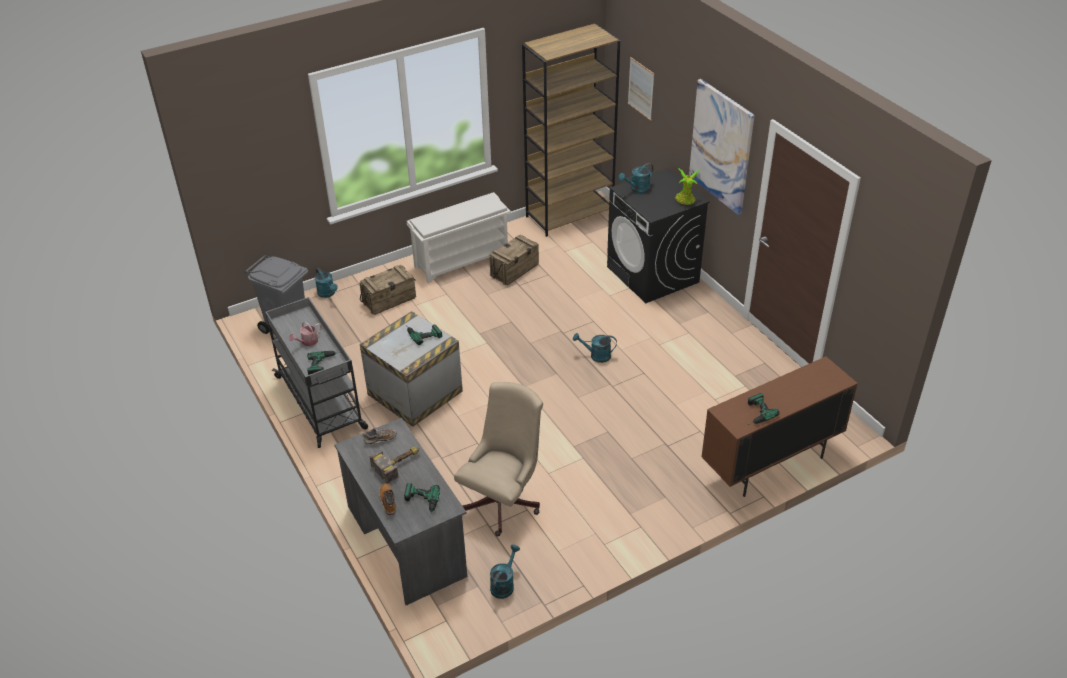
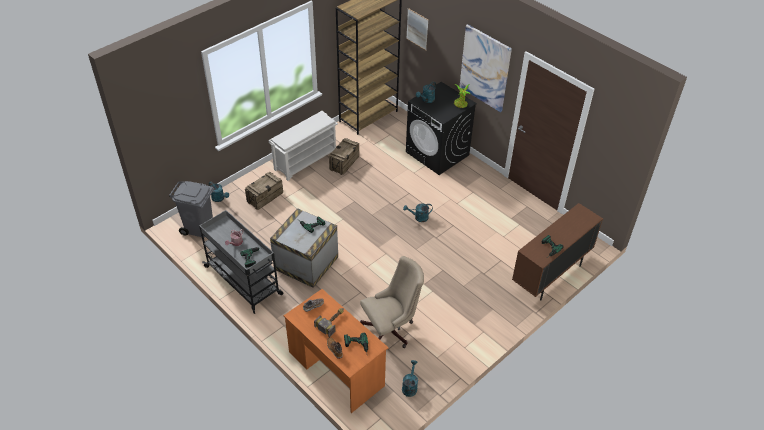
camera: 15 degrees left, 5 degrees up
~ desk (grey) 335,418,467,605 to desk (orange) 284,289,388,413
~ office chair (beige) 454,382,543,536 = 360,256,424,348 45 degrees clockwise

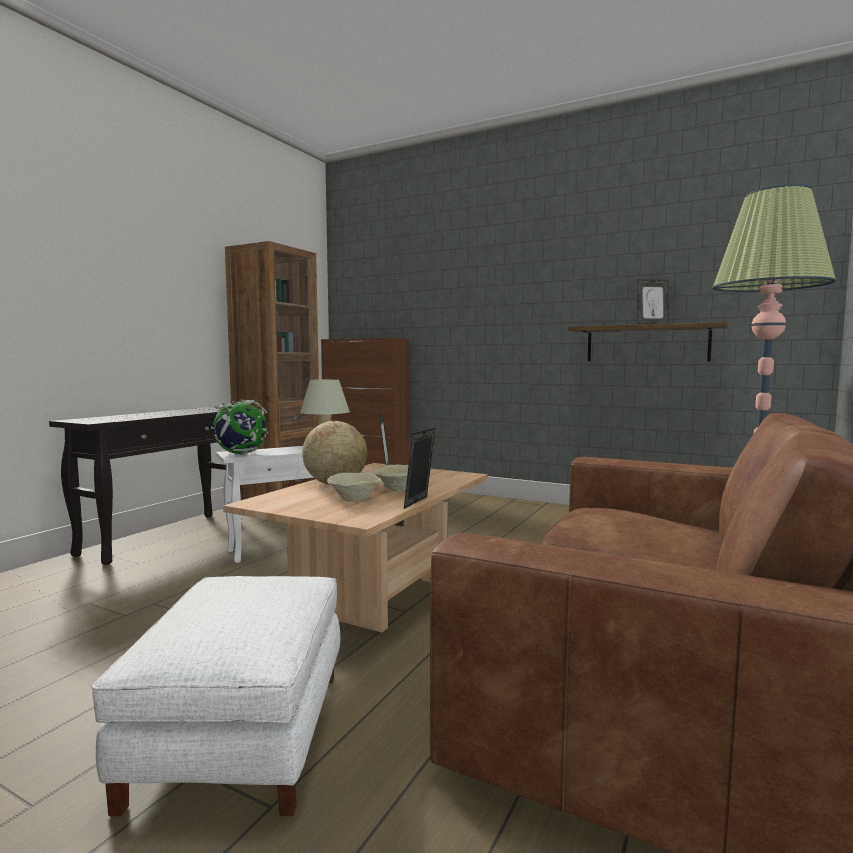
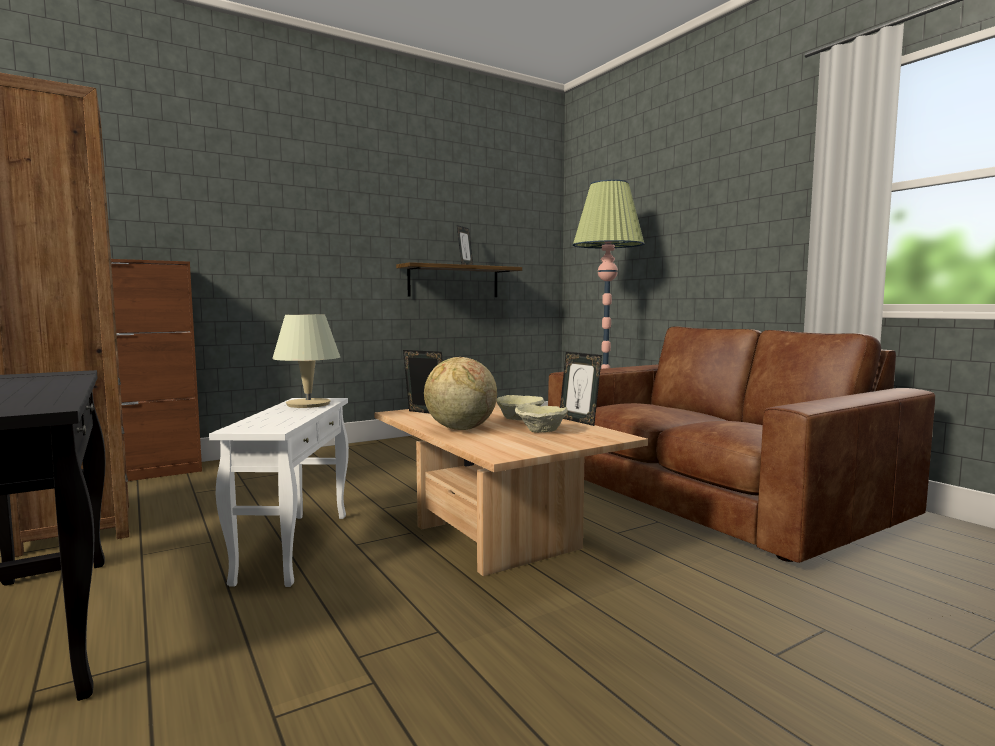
camera: 60 degrees left, 0 degrees up
- ottoman (white) 91,576,340,816
- globe 211,399,268,455

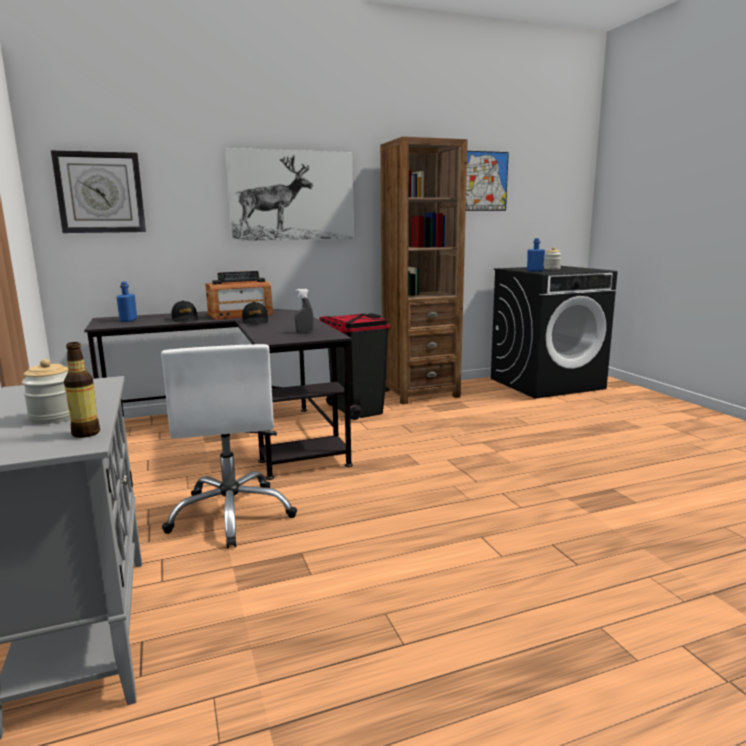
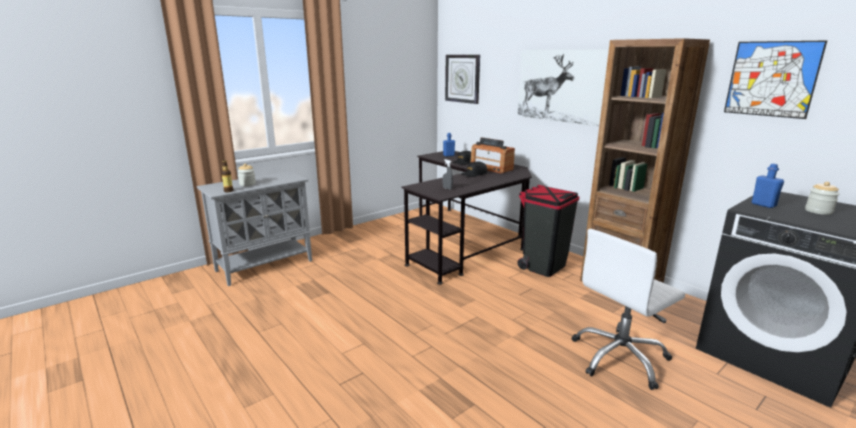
camera: 70 degrees right, 5 degrees up
~ office chair (white) 161,344,297,548 to 572,229,685,390

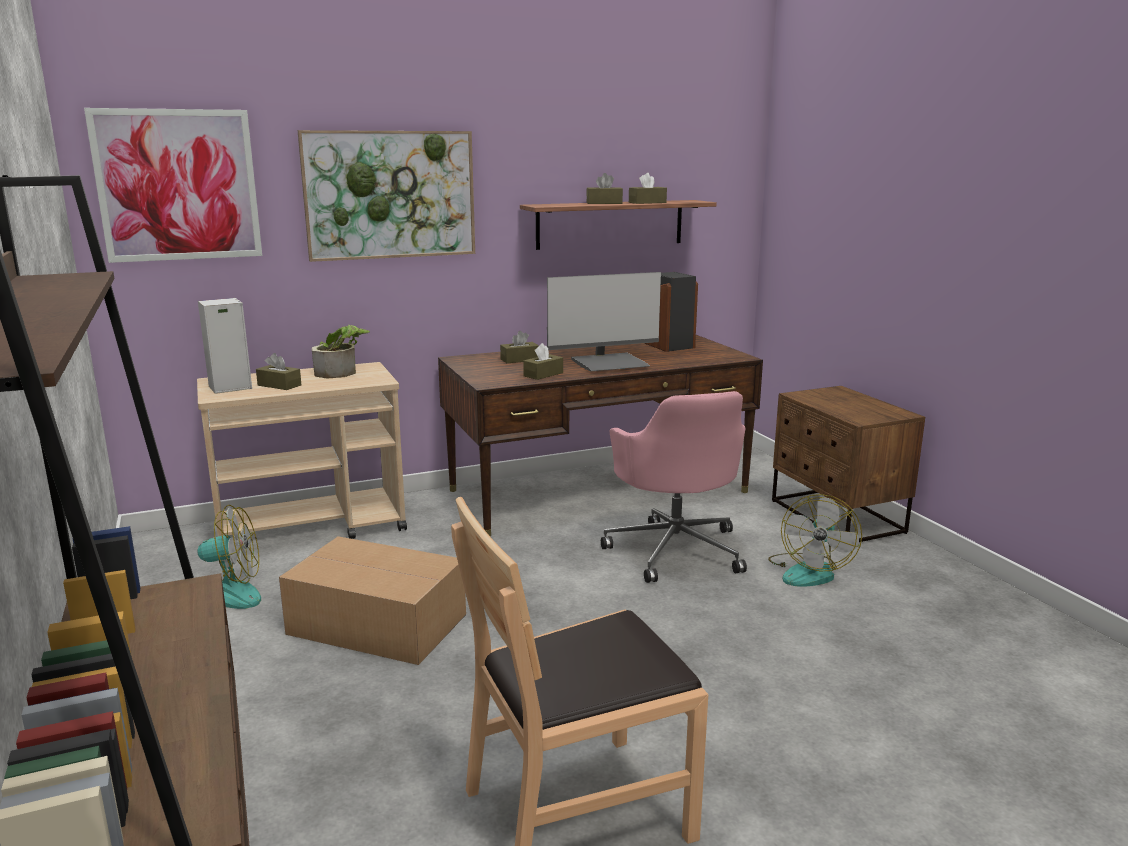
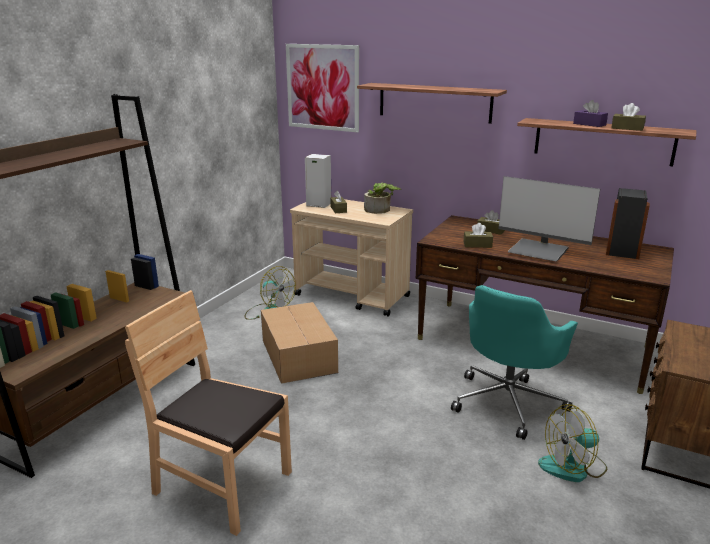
camera: 50 degrees right, 5 degrees up
~ picture 298,130,475,262 to shelf 357,83,507,124
~ tissue box (brown) 586,173,623,204 to tissue box (purple) 573,100,608,127
~ office chair (pink) 601,391,747,583 to office chair (turquoise) 451,285,578,440

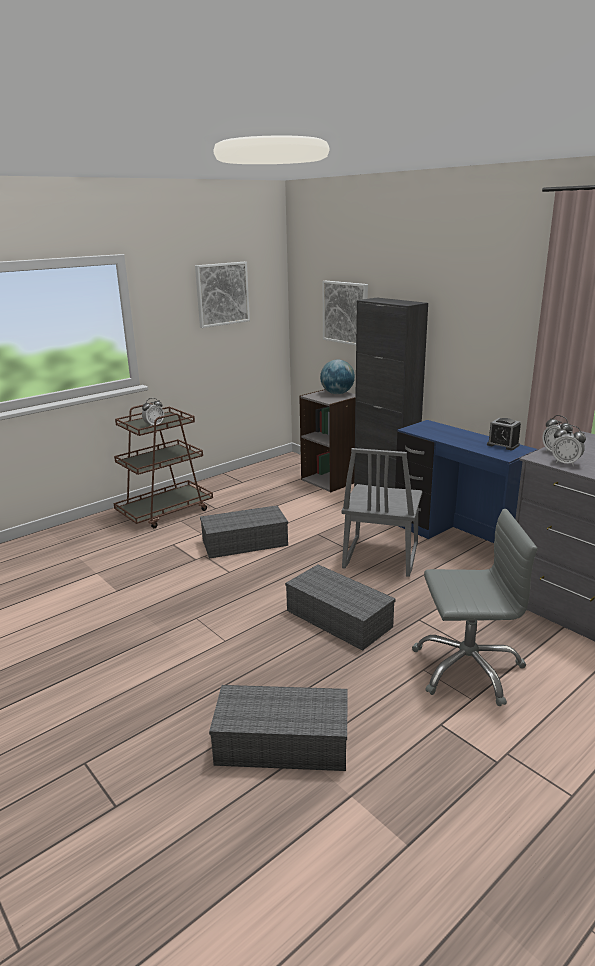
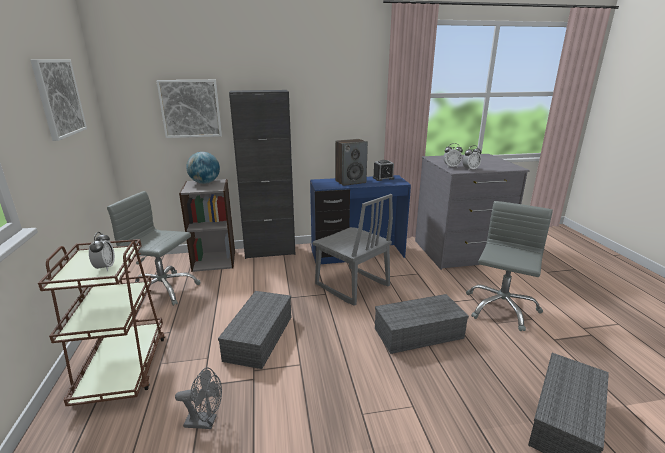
camera: 60 degrees left, 0 degrees up
+ office chair (grey) 107,191,201,306
+ fan (grey) 175,367,222,429
+ speaker 335,139,368,186

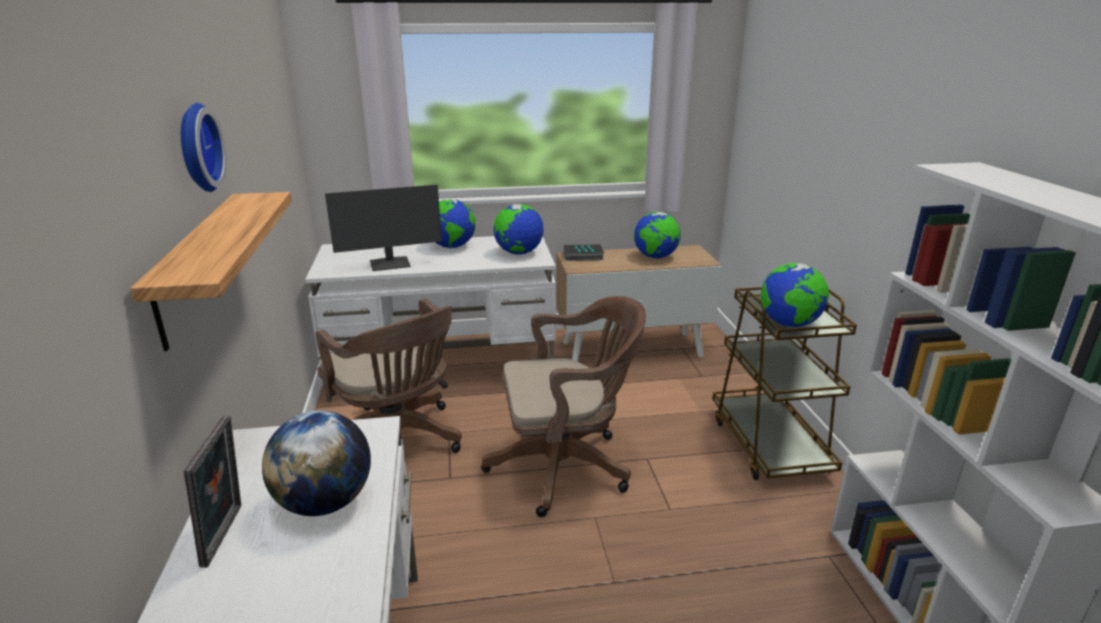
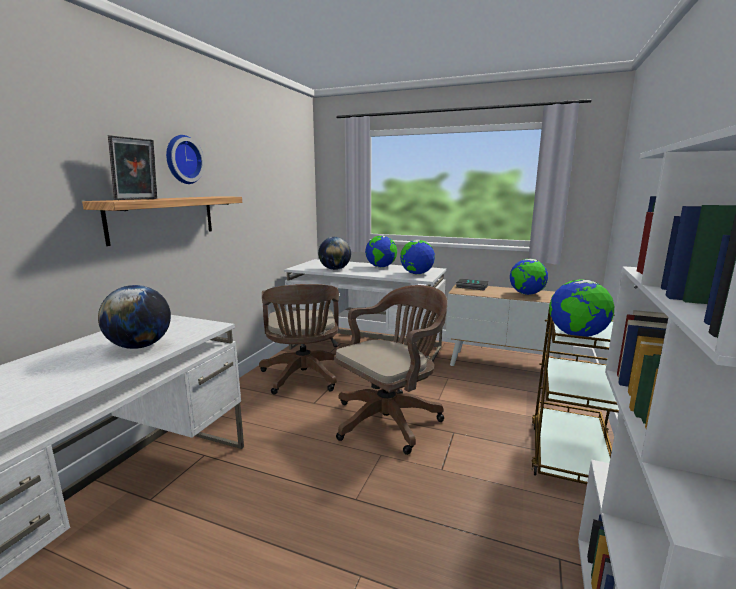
camera: 30 degrees right, 10 degrees down
~ picture frame 184,416,241,568 to 108,135,157,200
~ monitor 325,185,442,271 to globe 318,237,351,270
~ office chair (brown) 481,296,646,517 = 334,285,447,455 60 degrees counterclockwise

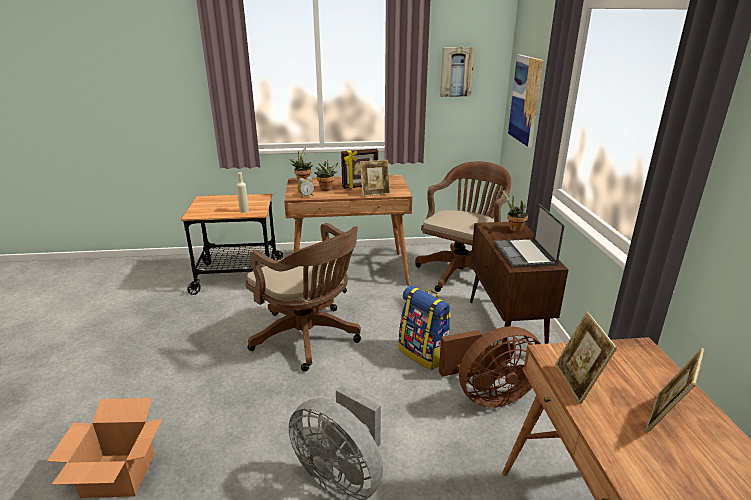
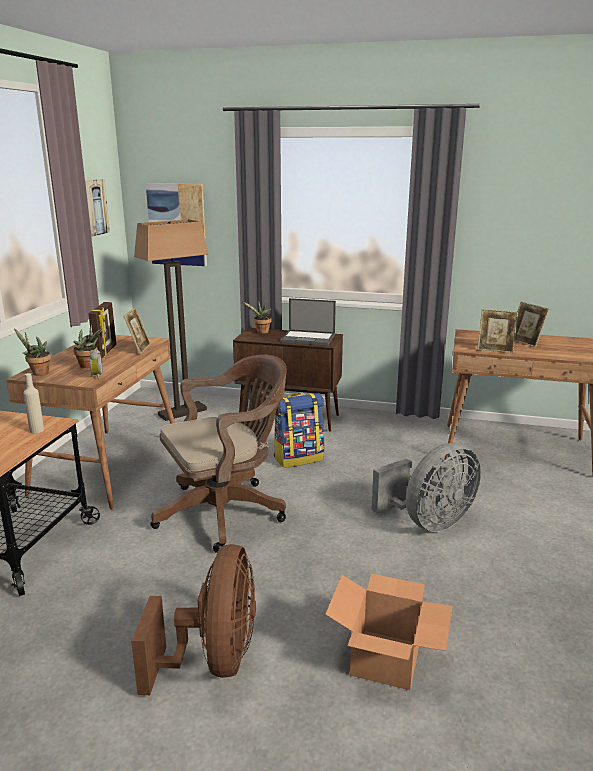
camera: 70 degrees left, 5 degrees down
~ office chair (brown) 415,161,512,292 to floor lamp 134,219,208,421
~ fan (brown) 439,326,541,408 to 131,544,256,695

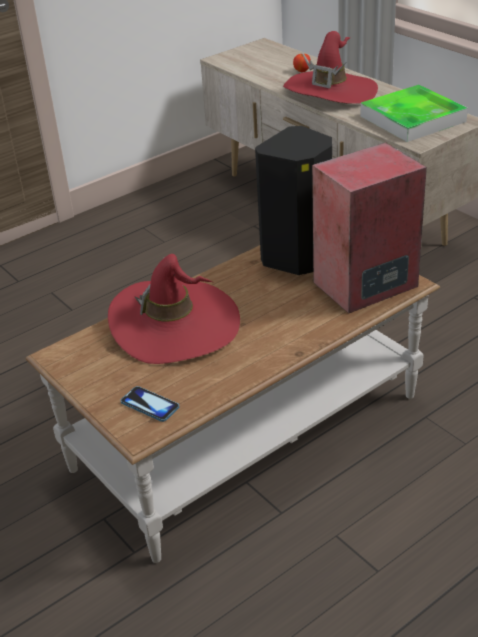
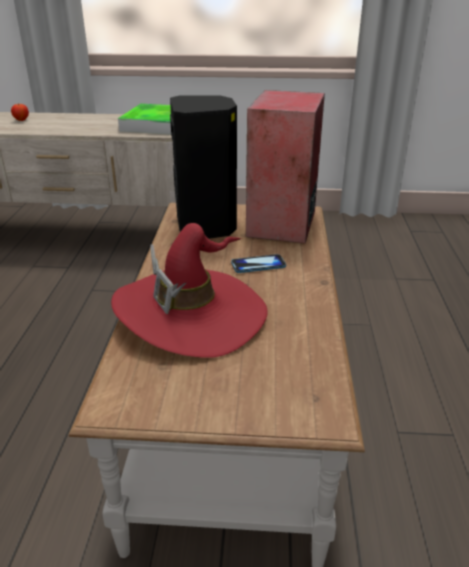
camera: 50 degrees left, 5 degrees down
~ phone 120,386,179,422 to 231,254,286,273
- hat (red) 283,31,378,104

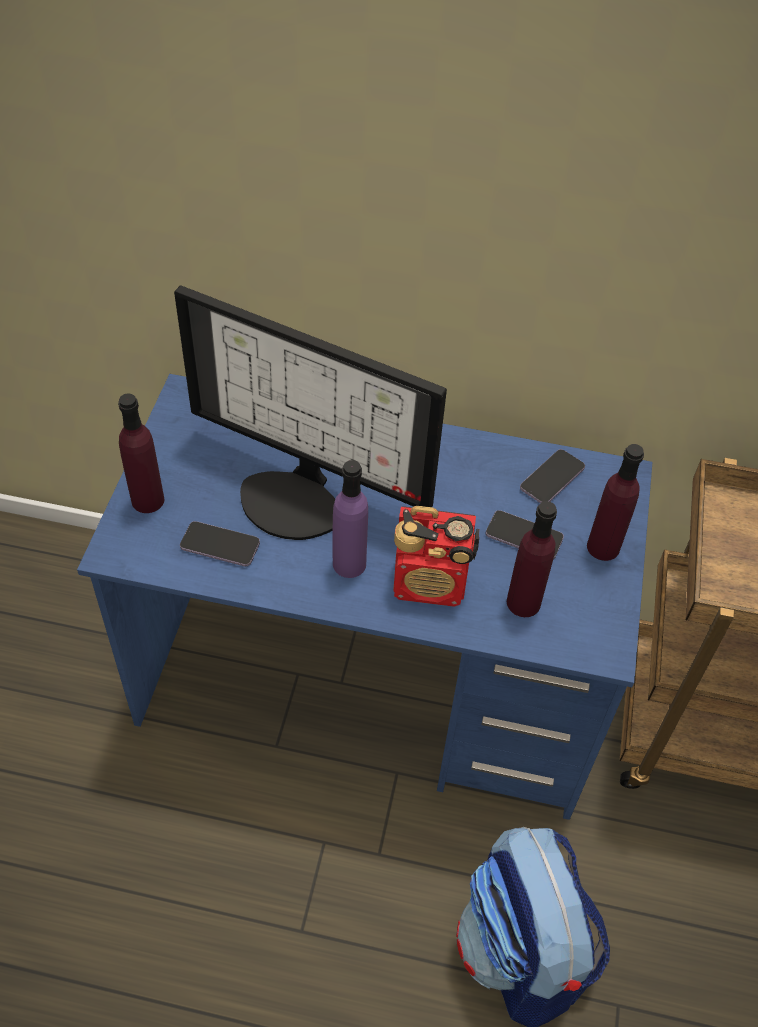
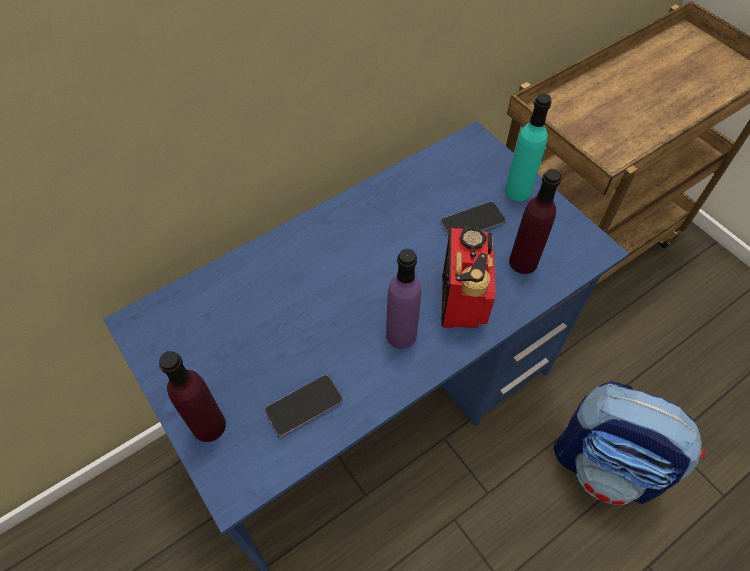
camera: 45 degrees left, 5 degrees up
- monitor 174,285,447,540
~ radio 393,506,479,607 = 441,227,495,328 45 degrees counterclockwise
- phone 520,449,585,503
~ bottle (purple) 587,444,644,561 to bottle (turquoise) 505,94,552,201

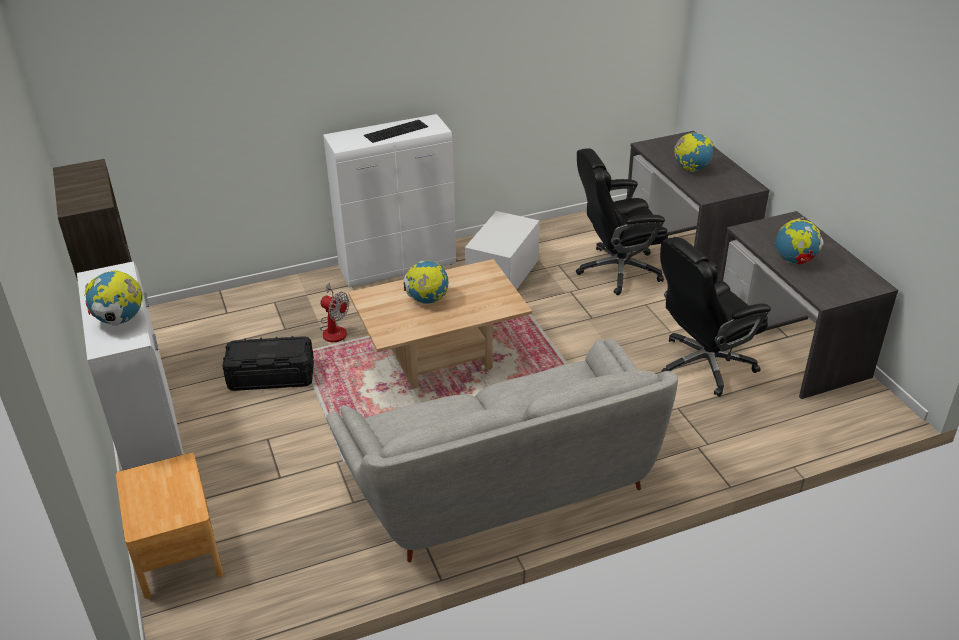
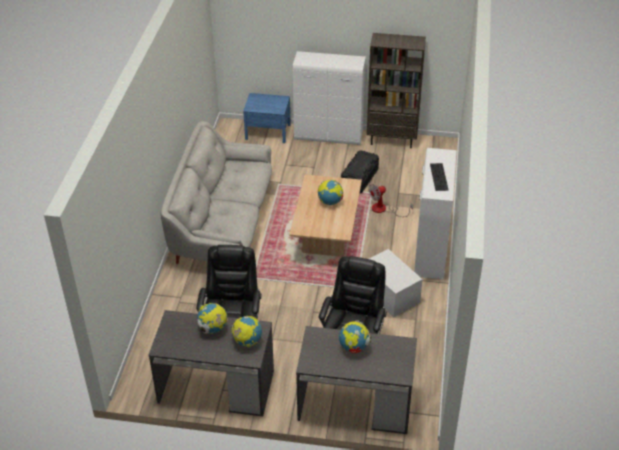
camera: 120 degrees right, 5 degrees up
~ globe 85,270,143,326 to 231,316,262,347
~ nightstand (brown) 116,453,223,599 to nightstand (blue) 243,93,291,143

